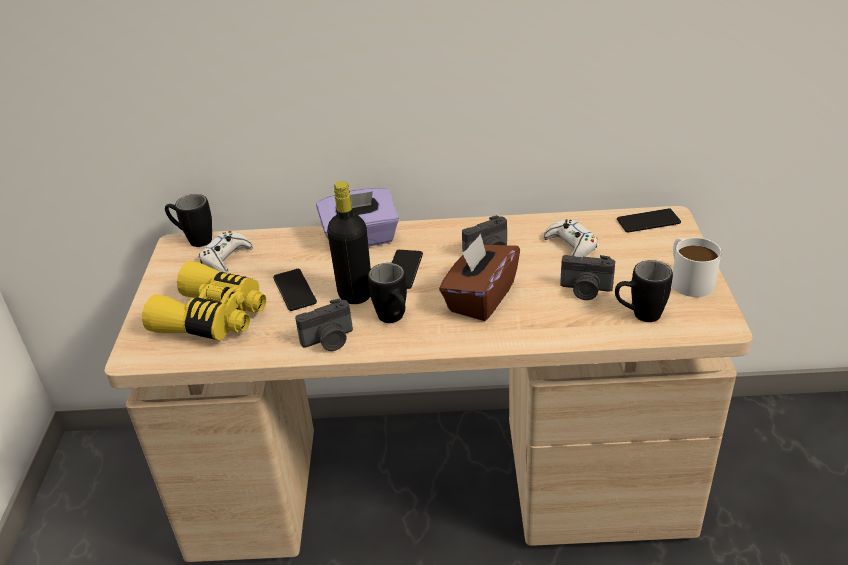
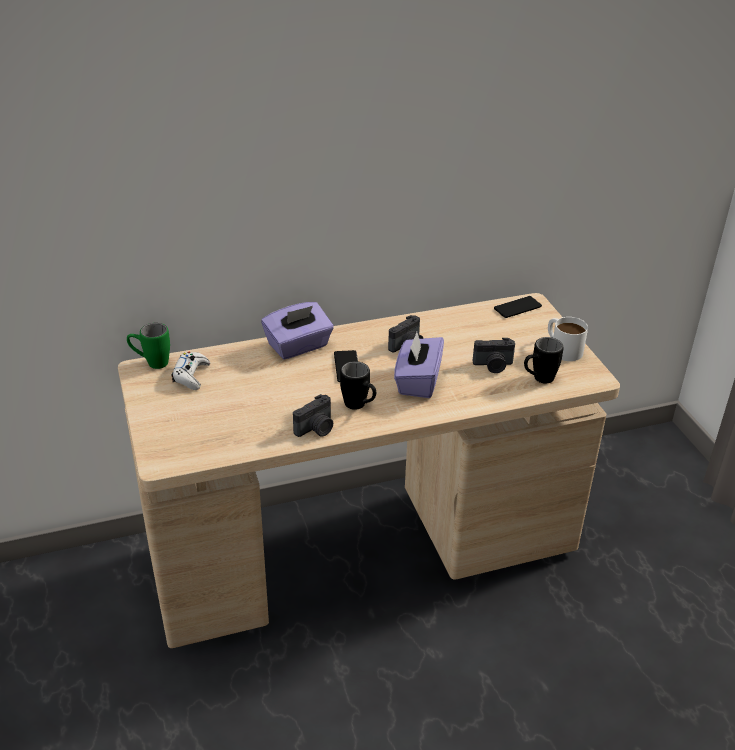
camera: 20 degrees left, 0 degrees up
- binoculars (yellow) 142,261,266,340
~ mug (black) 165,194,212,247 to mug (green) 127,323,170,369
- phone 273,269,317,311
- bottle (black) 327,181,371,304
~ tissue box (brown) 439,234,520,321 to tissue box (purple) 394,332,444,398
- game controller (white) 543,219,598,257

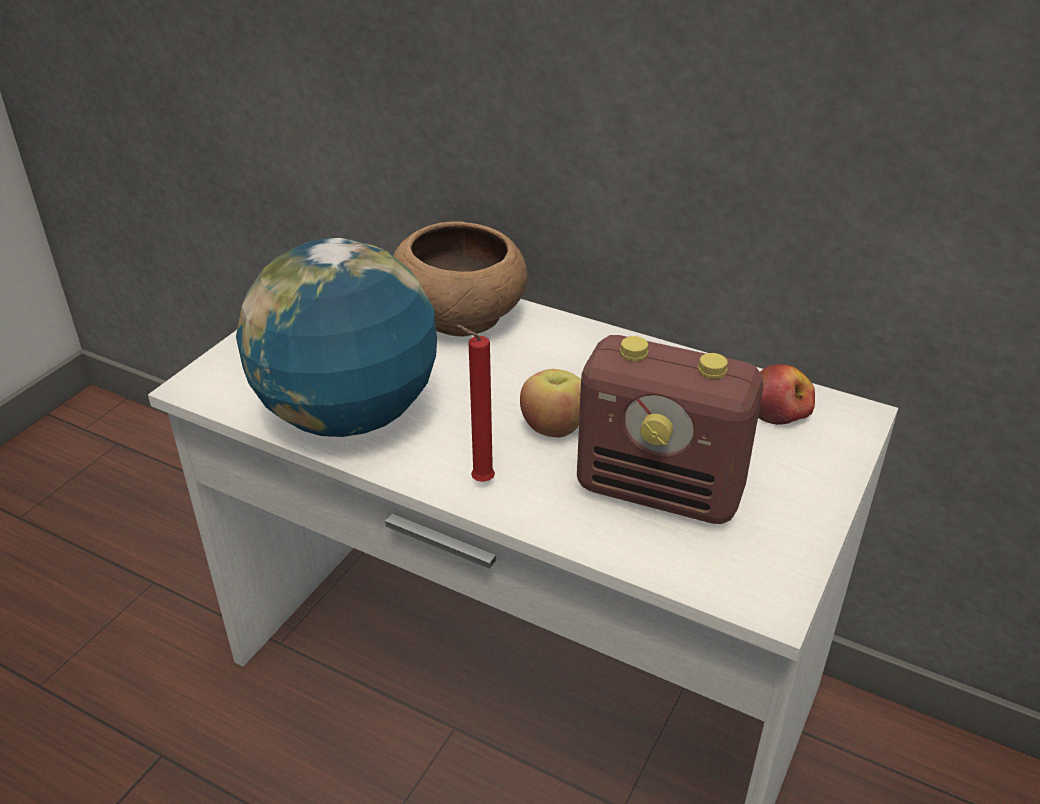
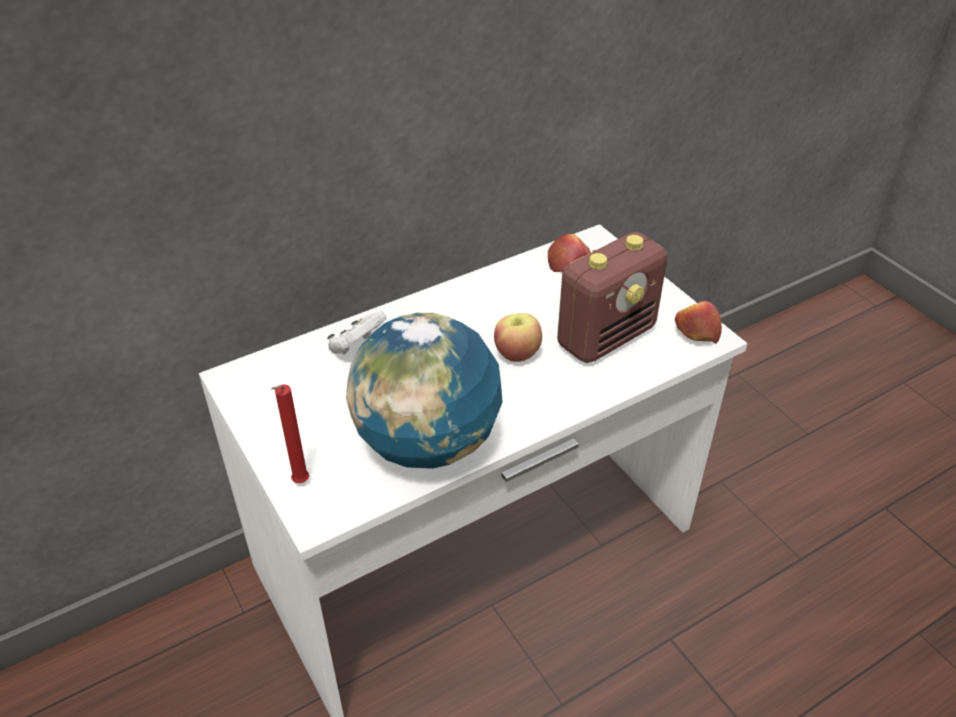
camera: 60 degrees left, 5 degrees up
~ bowl (brown) 393,221,527,336 to game controller (white) 327,311,386,355
~ candle (red) 456,325,495,482 to 271,384,309,483
+ apple 675,301,722,343

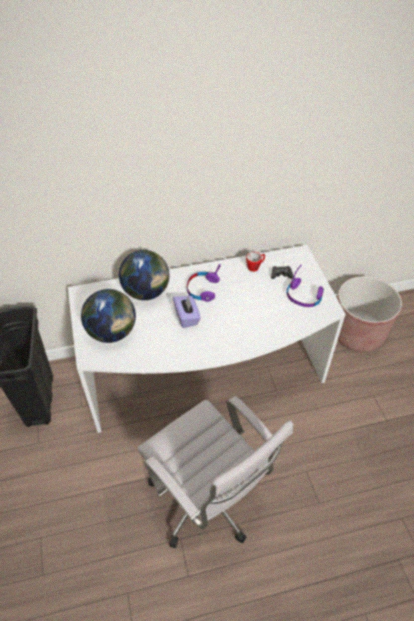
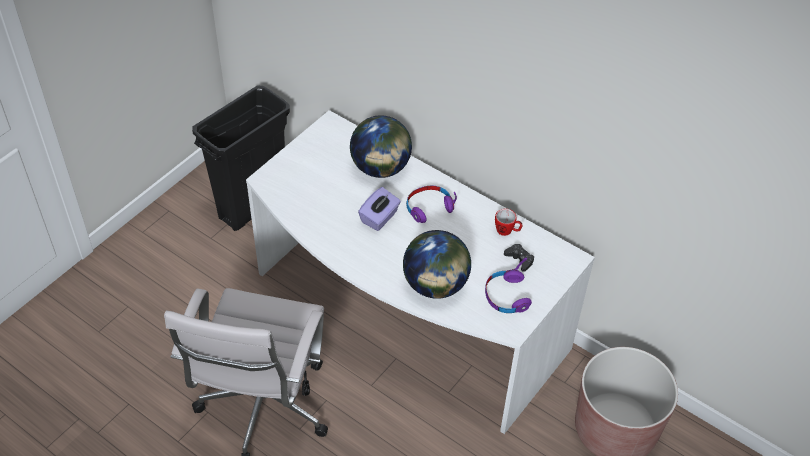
camera: 50 degrees right, 0 degrees up
~ globe 81,289,136,343 to 403,230,471,299

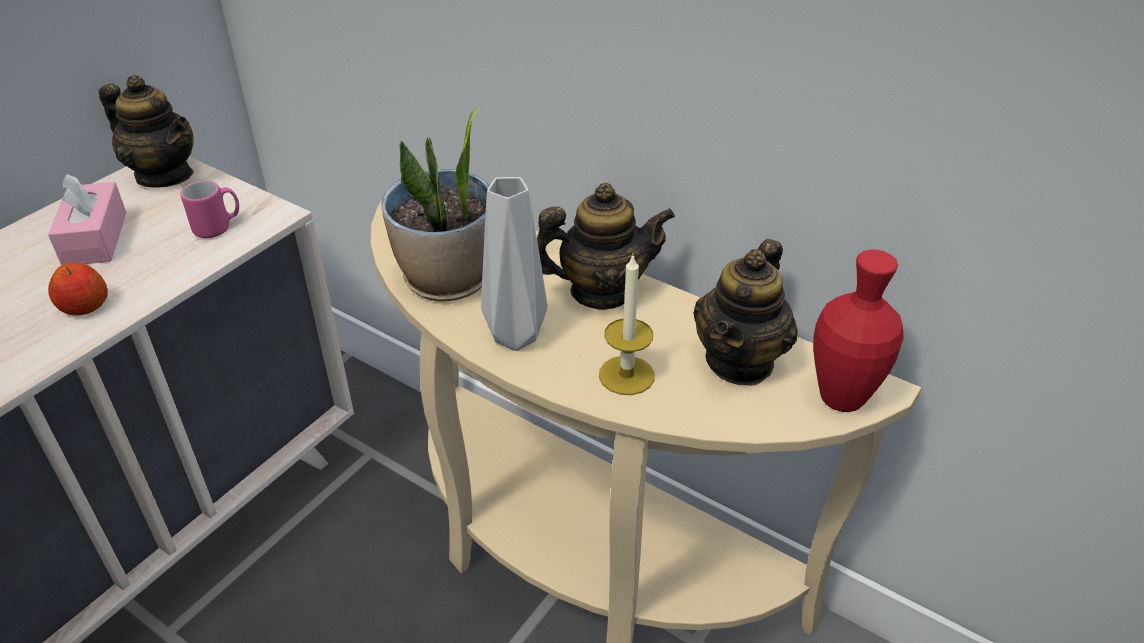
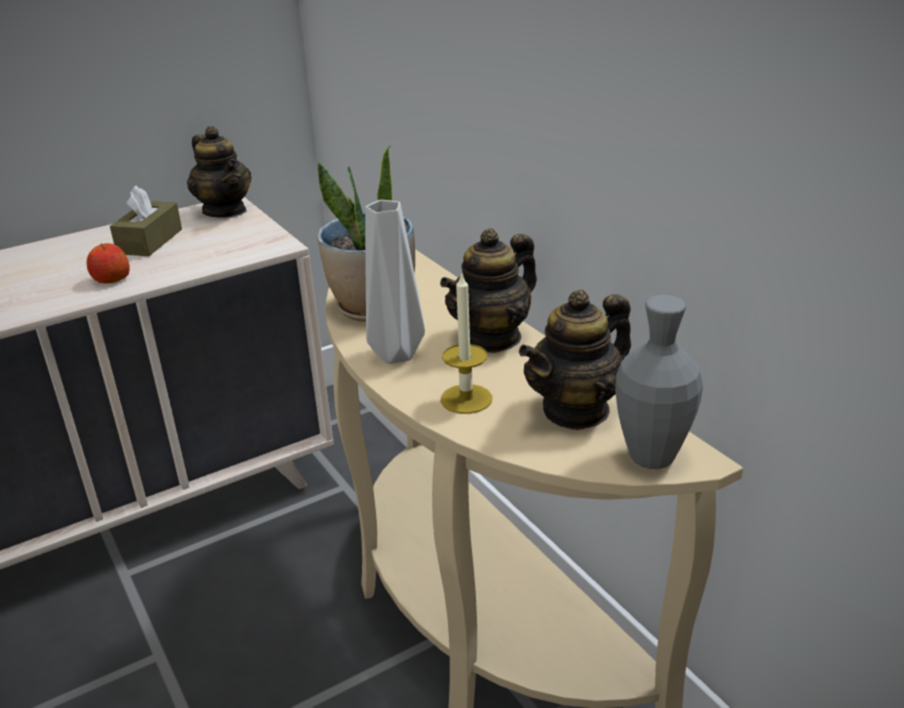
camera: 25 degrees right, 10 degrees down
~ tissue box (pink) 48,174,126,266 to tissue box (brown) 110,186,182,256
- mug (pink) 181,181,239,238
~ teapot 537,183,675,310 = 440,228,537,353 120 degrees clockwise
~ vase (red) 813,250,904,412 to vase (grey) 615,295,703,469

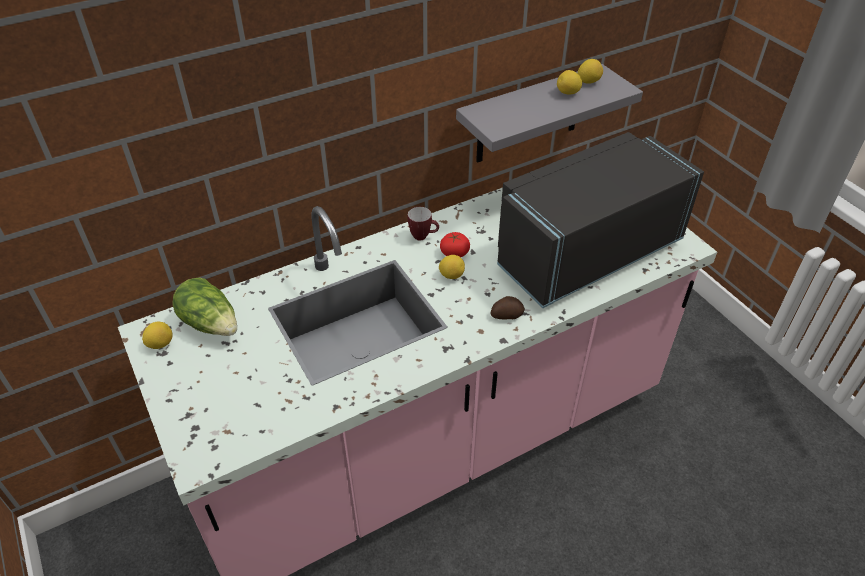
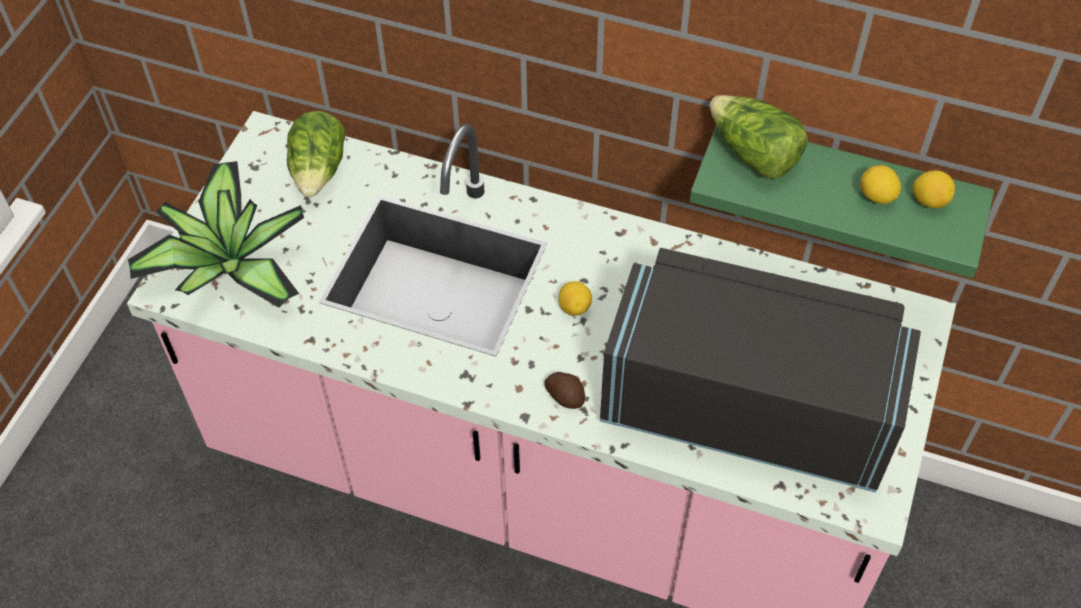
camera: 50 degrees right, 10 degrees up
- lemon 142,322,173,349
- mug 408,207,439,241
- tomato 440,232,470,257
~ shelf (grey) 456,64,643,163 to shelf (green) 690,125,994,278
+ potted plant 128,161,304,308
+ lettuce 709,95,808,179

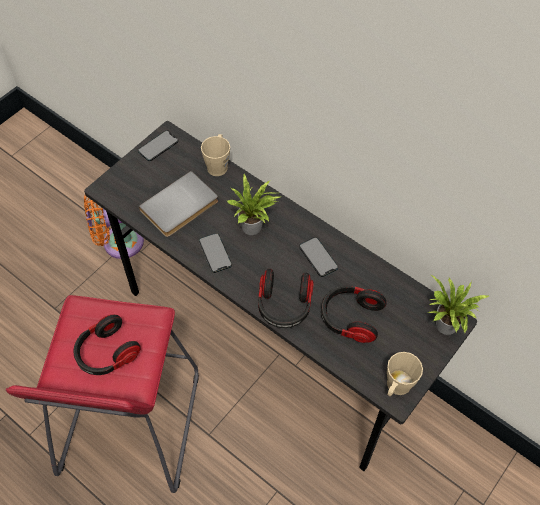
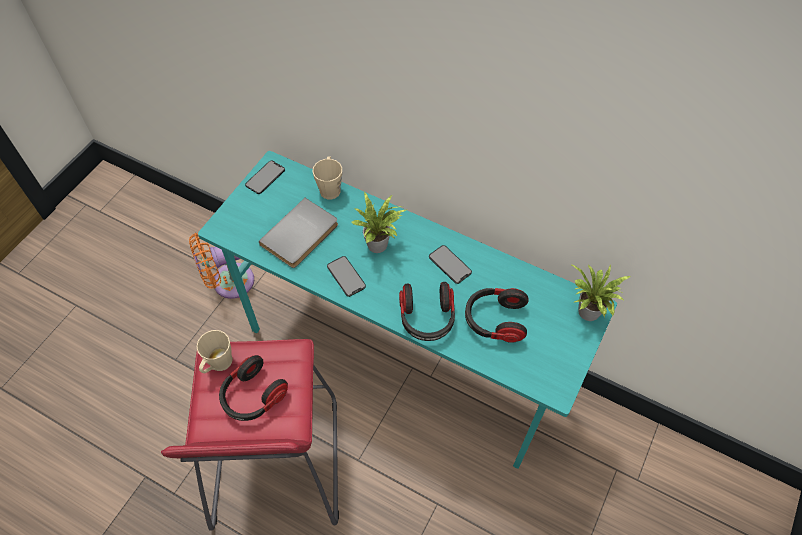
camera: 10 degrees left, 0 degrees up
~ desk (grey) 84,121,477,471 to desk (turquoise) 198,151,617,469
~ mug (beige) 387,352,423,397 to 196,330,233,373

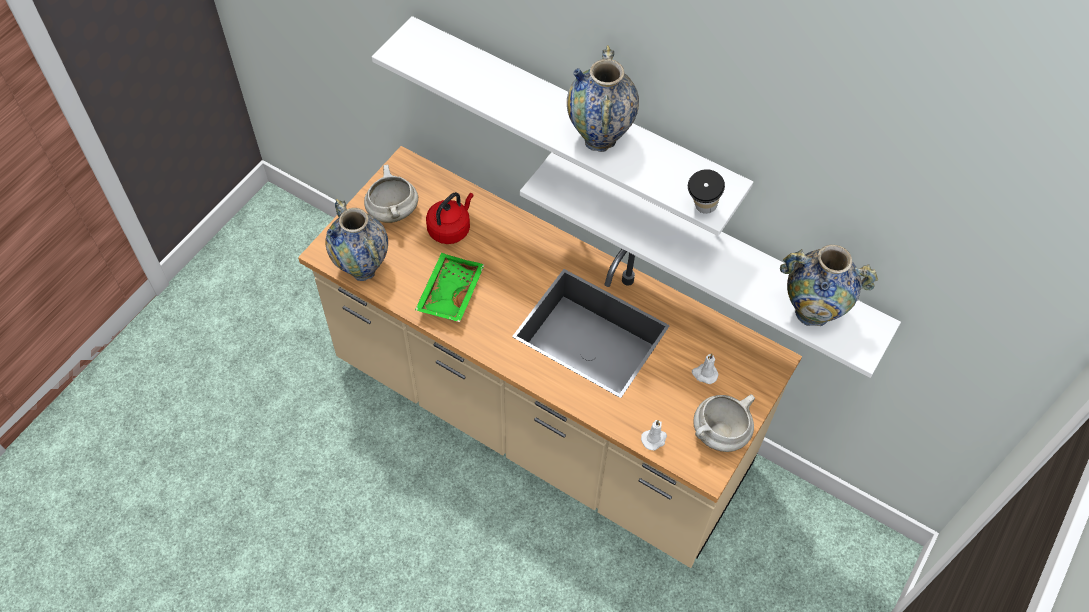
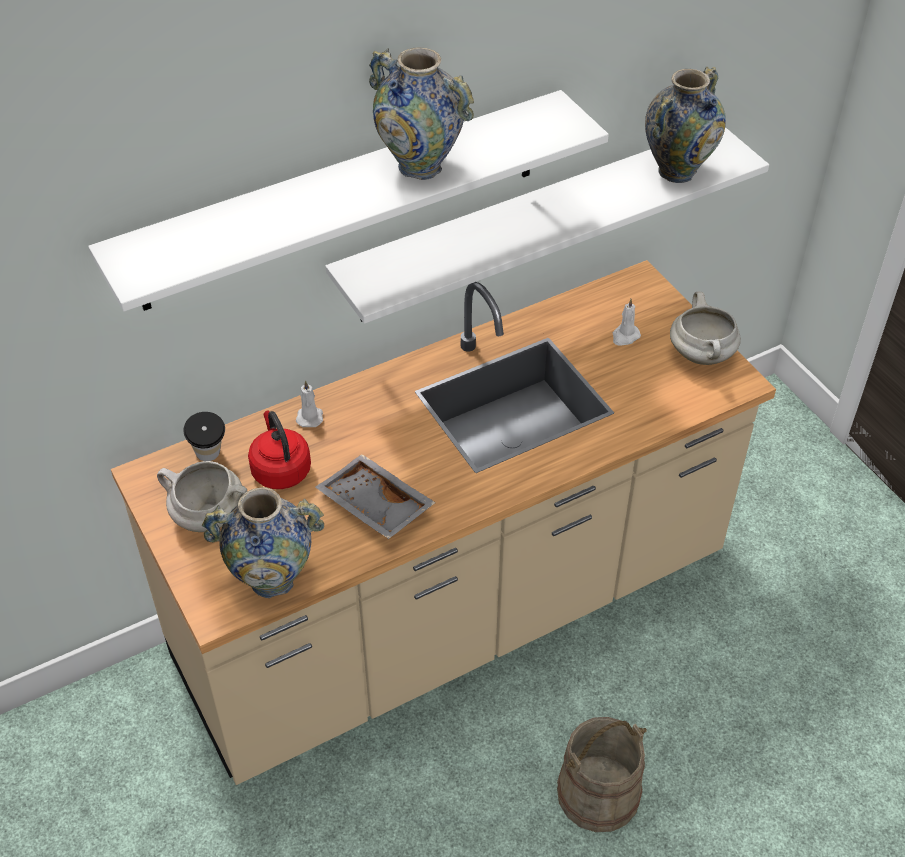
camera: 60 degrees left, 10 degrees down
~ tray (green) 415,253,484,322 to tray (grey) 316,454,436,539
~ candle (white) 641,420,667,450 to 296,380,323,427
~ cup 688,169,725,214 to 184,412,225,461
+ bucket (beige) 557,717,647,832

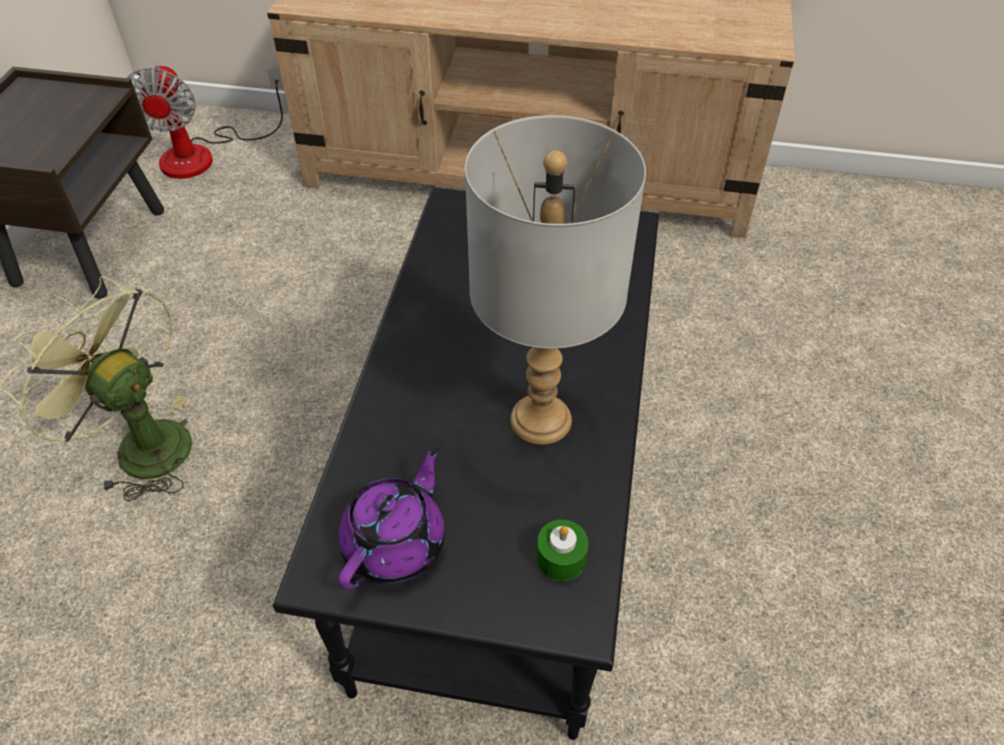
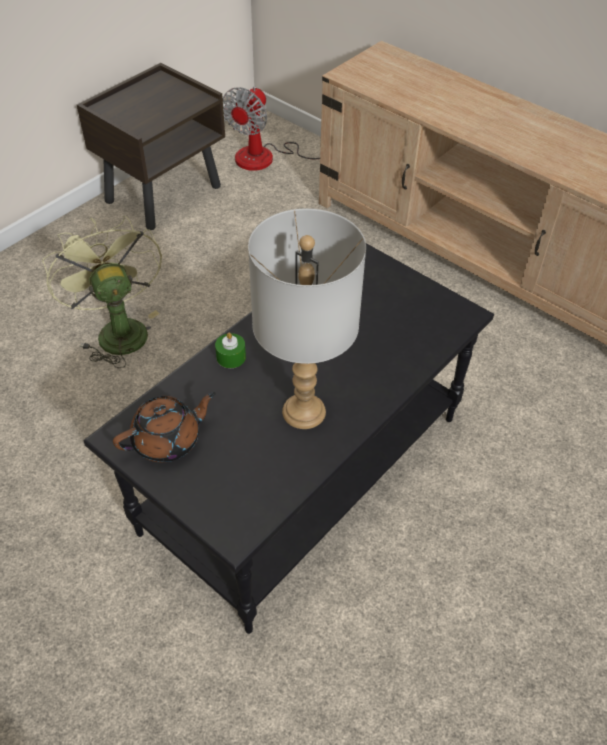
camera: 30 degrees right, 0 degrees up
~ teapot (purple) 338,445,445,590 to teapot (brown) 113,392,216,462
~ candle (green) 536,520,588,581 to 215,333,246,368

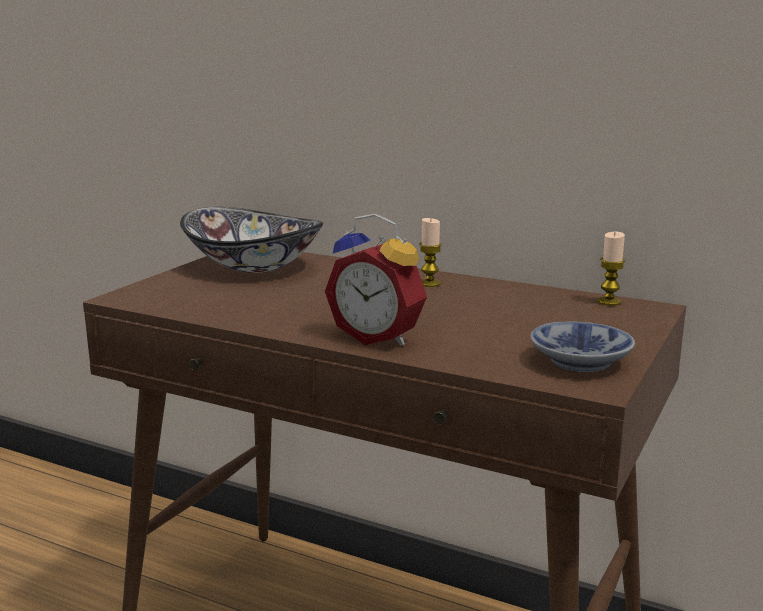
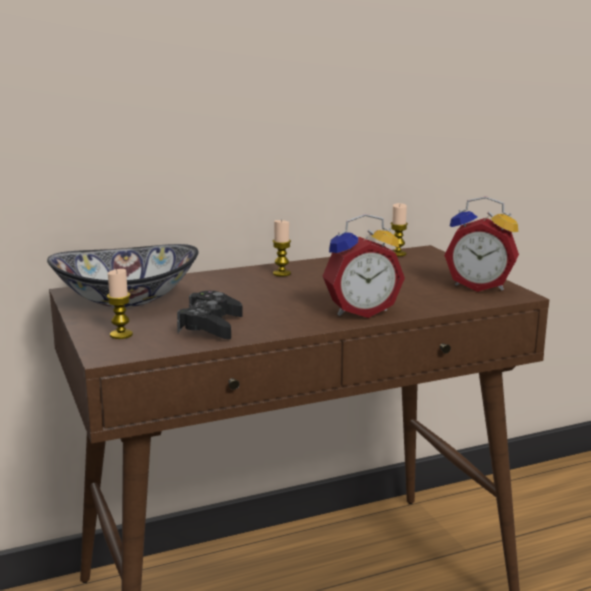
camera: 50 degrees left, 0 degrees up
~ bowl 531,321,635,372 to alarm clock 444,196,519,292
+ candle 107,269,133,339
+ game controller (black) 177,291,243,339

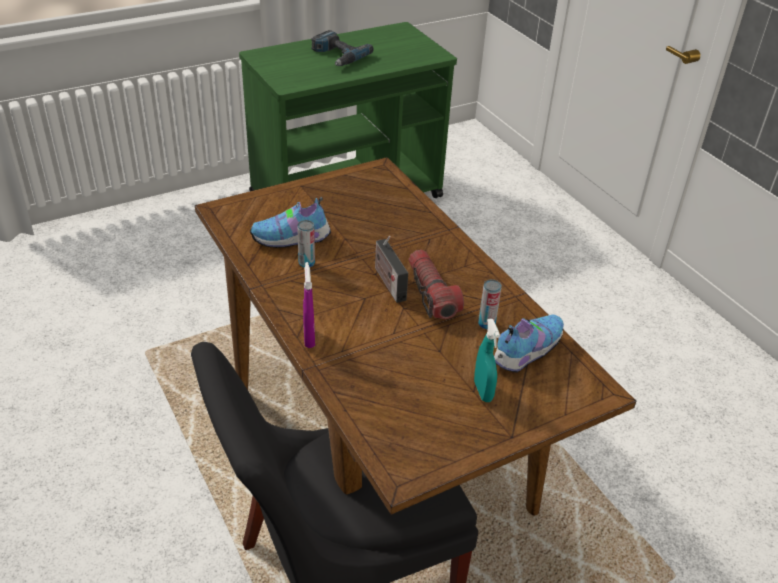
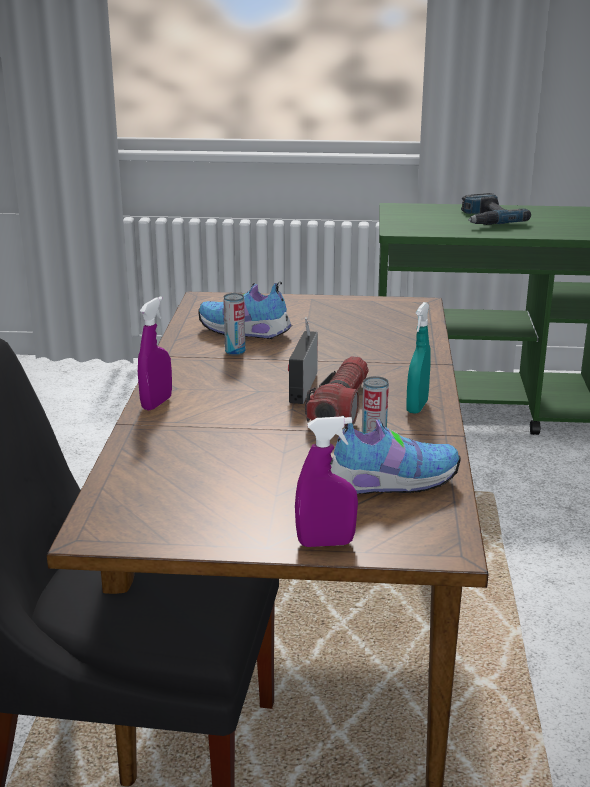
camera: 35 degrees right, 15 degrees down
~ spray bottle (turquoise) 474,319,500,402 to 406,302,431,414
+ spray bottle (purple) 295,416,358,547

